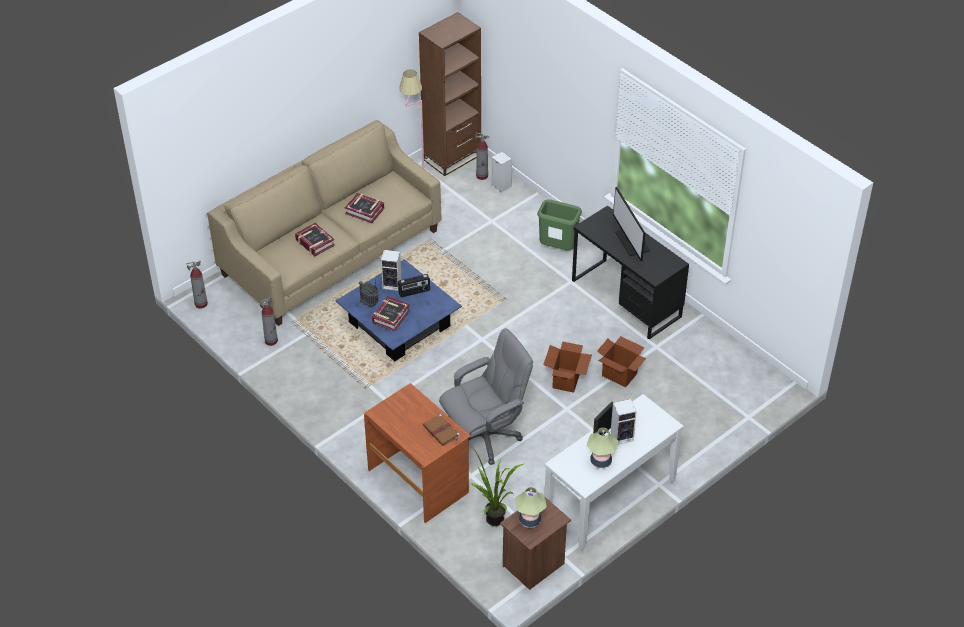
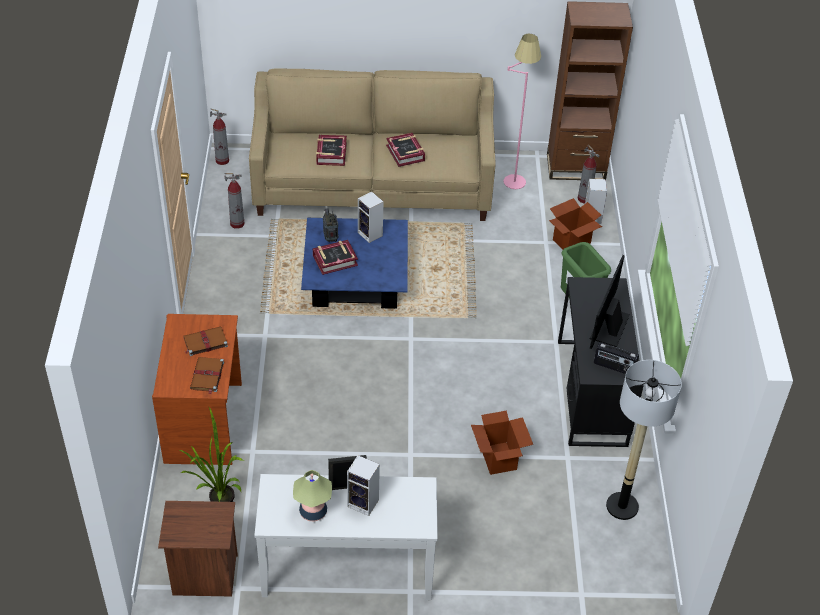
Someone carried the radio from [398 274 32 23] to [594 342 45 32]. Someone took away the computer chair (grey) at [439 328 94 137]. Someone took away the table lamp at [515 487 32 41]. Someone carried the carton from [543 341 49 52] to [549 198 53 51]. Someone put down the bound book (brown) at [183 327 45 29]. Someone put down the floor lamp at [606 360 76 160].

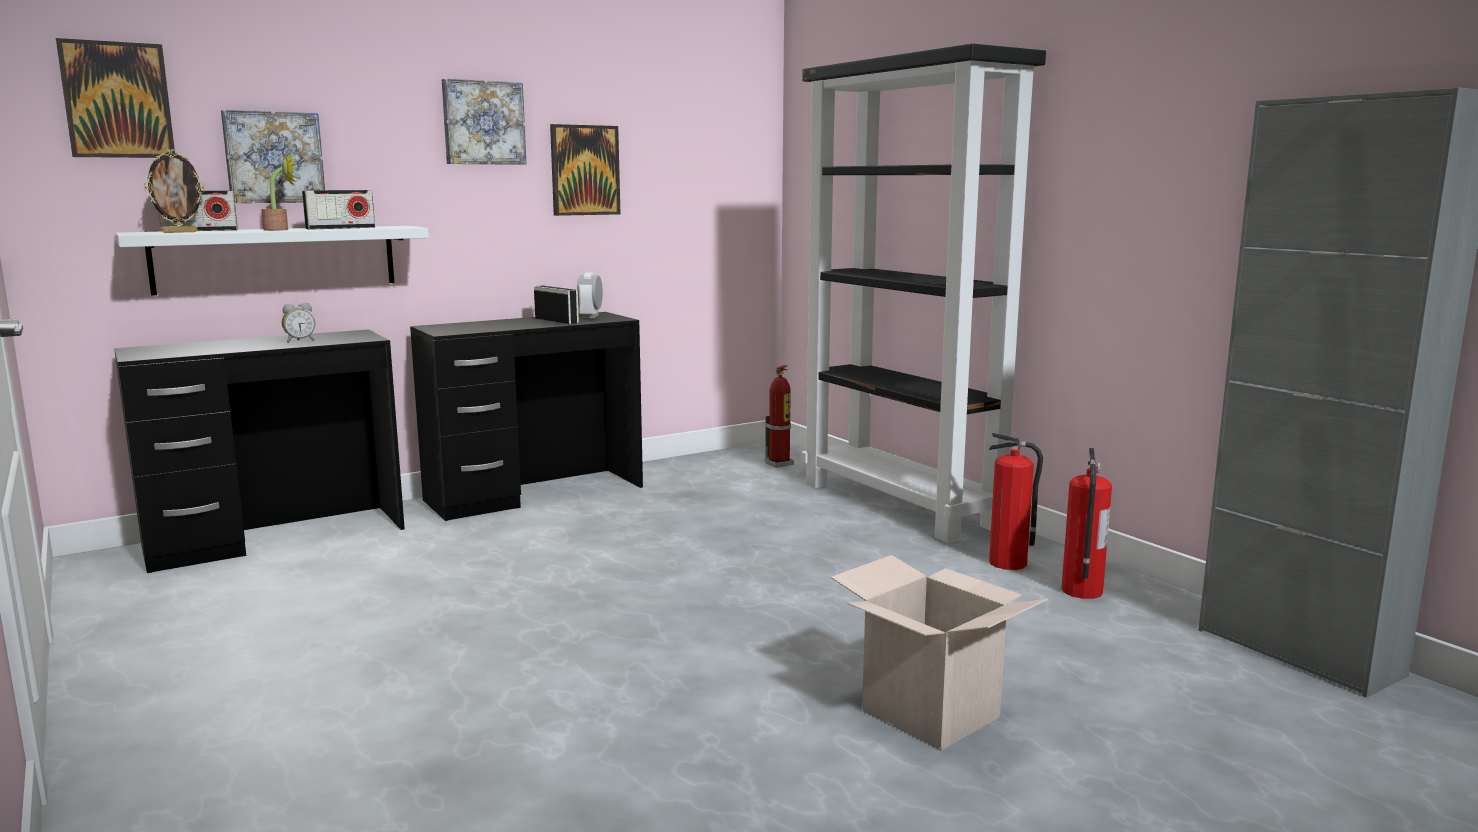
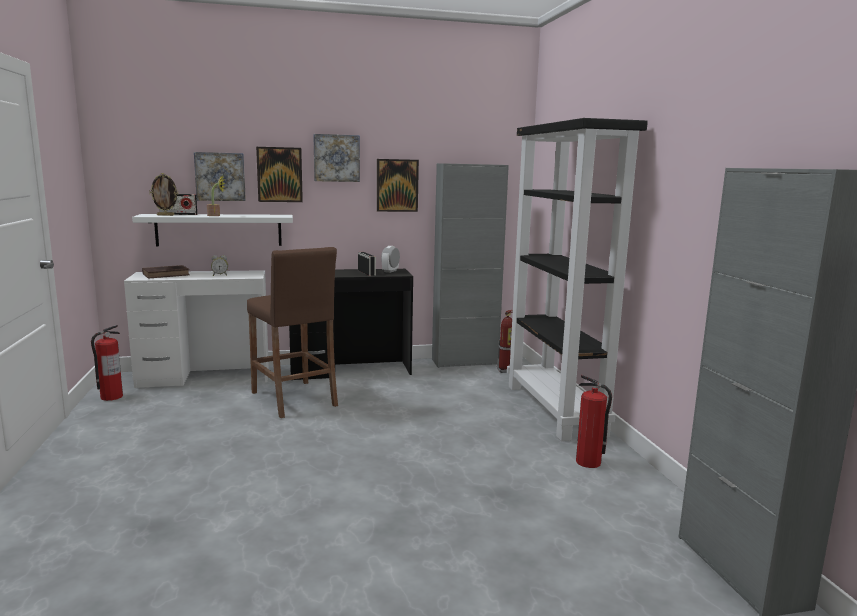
Someone carried the wall art from [56 38 119 120] to [256 147 47 55]. Someone repainted the desk unit (black) at [114 329 291 244], which became the desk unit (white) at [124 270 145 118]. Someone took away the radio at [302 190 73 40]. Someone took away the carton at [831 555 217 196]. Someone carried the extinguisher from [1062 448 50 151] to [91 325 32 76]. Someone put down the bound book (brown) at [142 265 48 14]. Someone put down the stool seat (brown) at [247 247 91 171]. Someone put down the cupboard (grey) at [432 163 77 205].

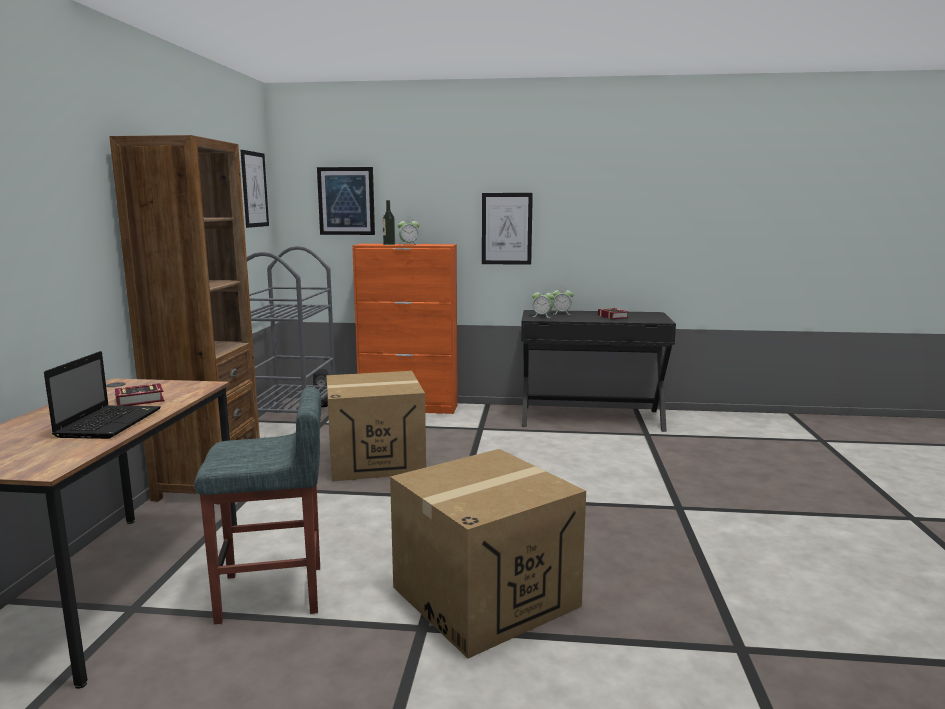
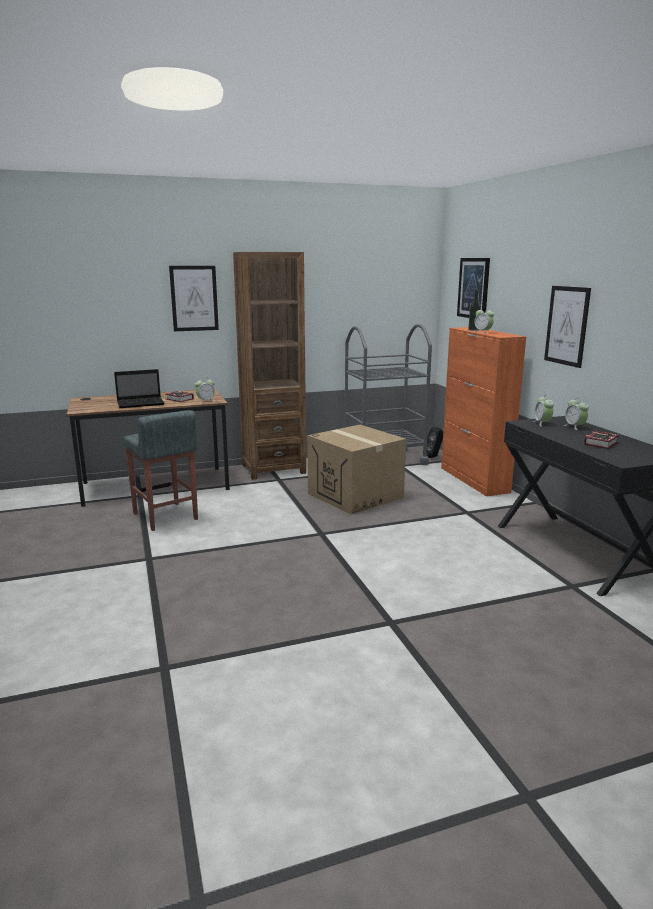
Someone carried the wall art from [241 150 28 78] to [169 266 50 65]. Someone took away the carton at [390 449 196 210]. Someone put down the table clock at [195 377 21 27].

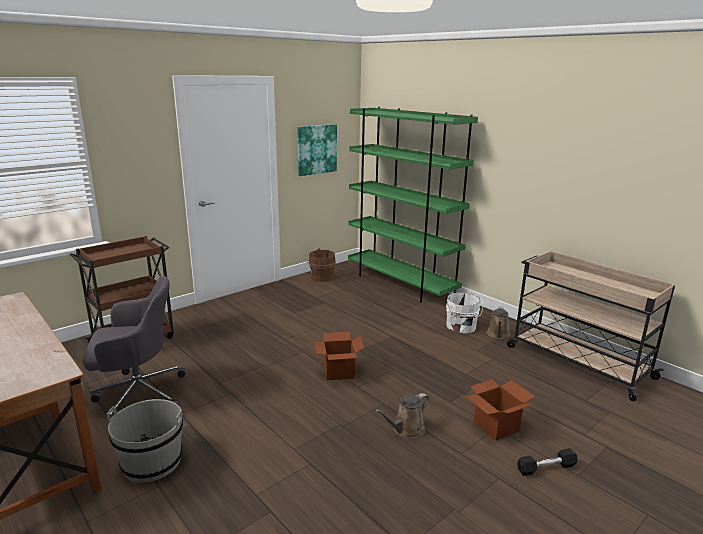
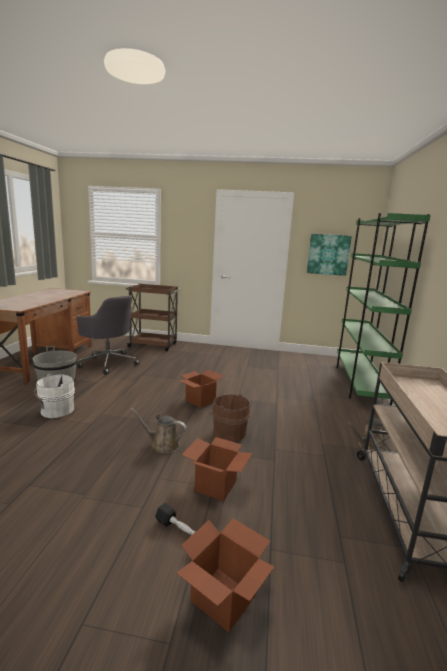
Someone carried the pail (brown) from [307 248 29 34] to [209 394 41 48]. Someone carried the pail (white) from [446 292 37 41] to [34 374 41 44]. Someone put down the carton at [177 518 97 114].

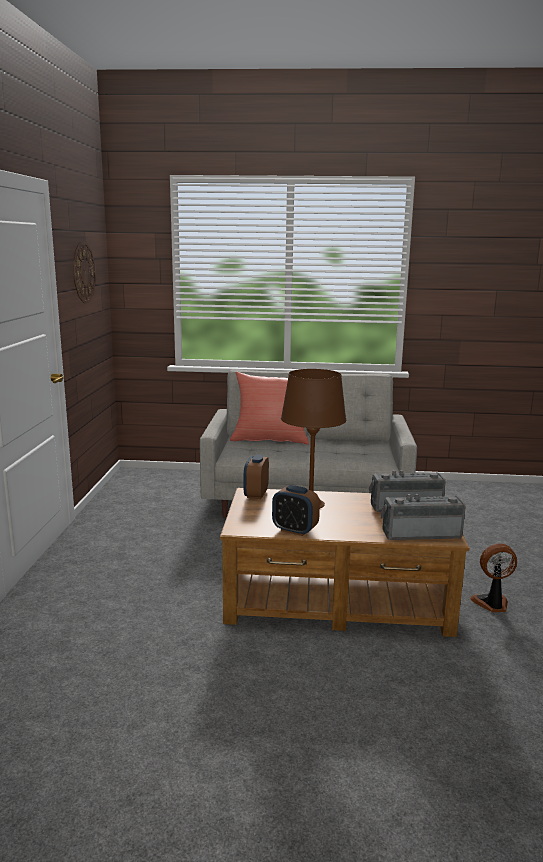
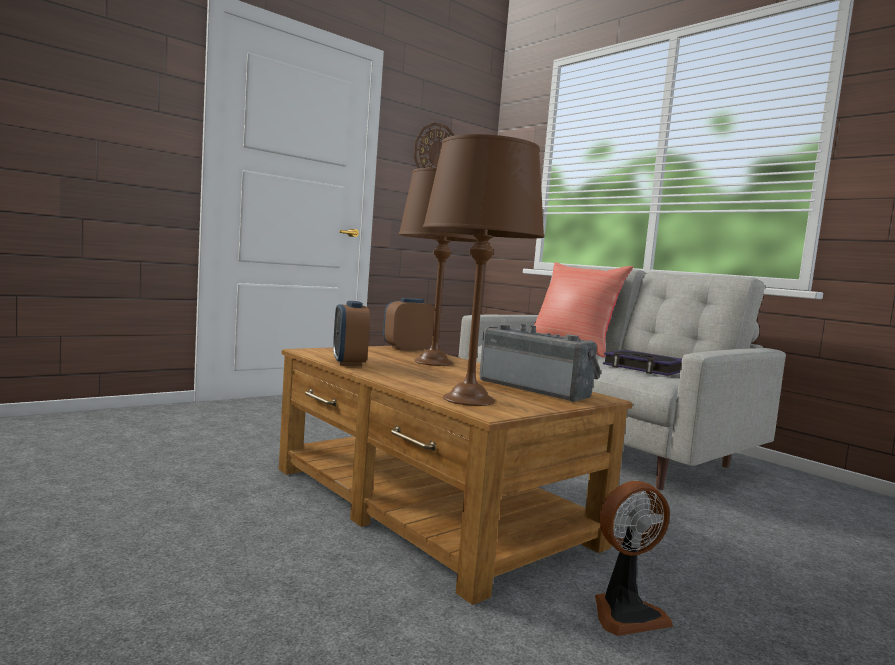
Someone swapped the radio at [380 494 86 46] for the table lamp (brown) at [423 134 121 272]. Someone rotated the cooling fan at [470 543 47 69] by 120 degrees clockwise. Someone put down the bound book at [603 350 79 26].

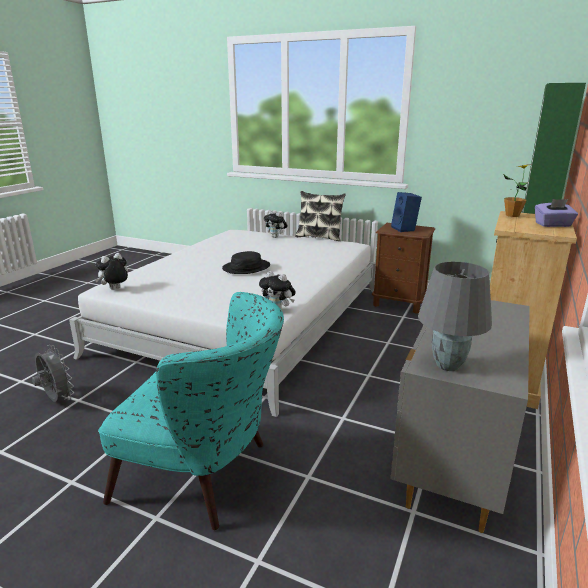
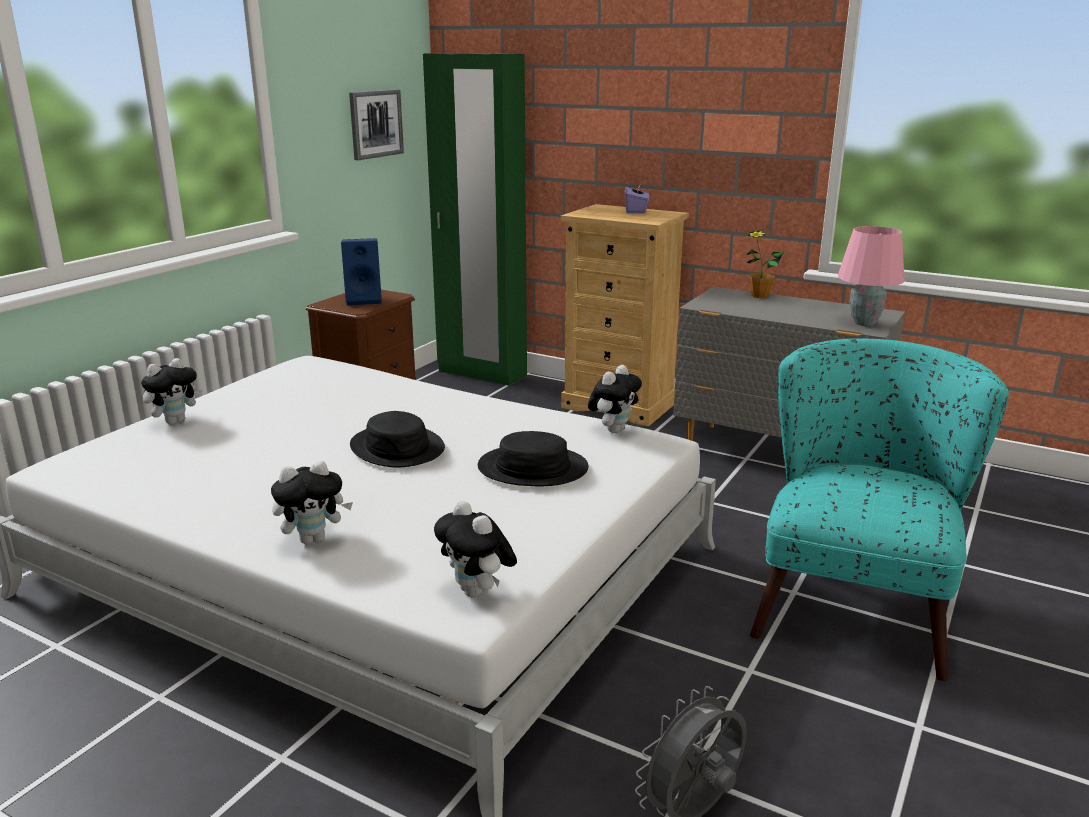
Someone took away the pillow at [295 191 51 50]. Someone repainted the table lamp (grey) at [418 262 74 109], which became the table lamp (pink) at [838 226 67 100]. Someone carried the houseplant from [504 164 28 53] to [747 230 37 68]. Someone put down the cuddly toy at [271 461 82 83]. Someone put up the wall art at [349 90 55 70]. Someone put down the hat (black) at [478 431 111 55].

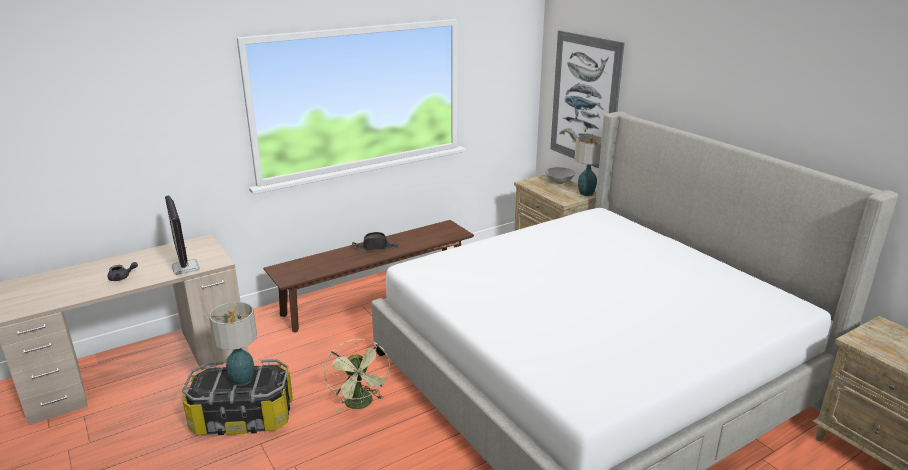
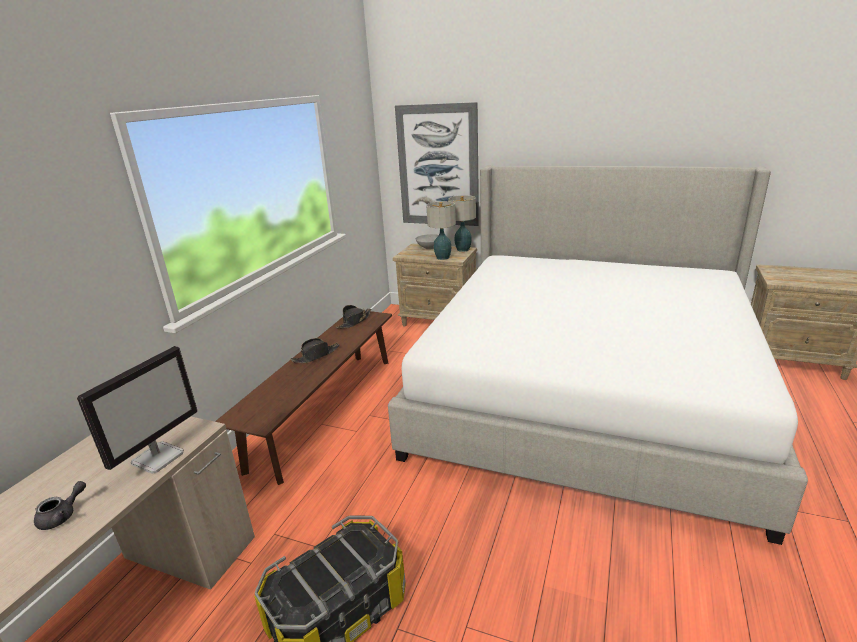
Someone rotated the monitor at [165 195 35 80] by 90 degrees counterclockwise. Someone carried the table lamp from [209 302 48 84] to [426 201 30 59]. Someone took away the cooling fan (greenish) at [324 339 66 74]. Someone put down the hat (black) at [336 305 36 24].

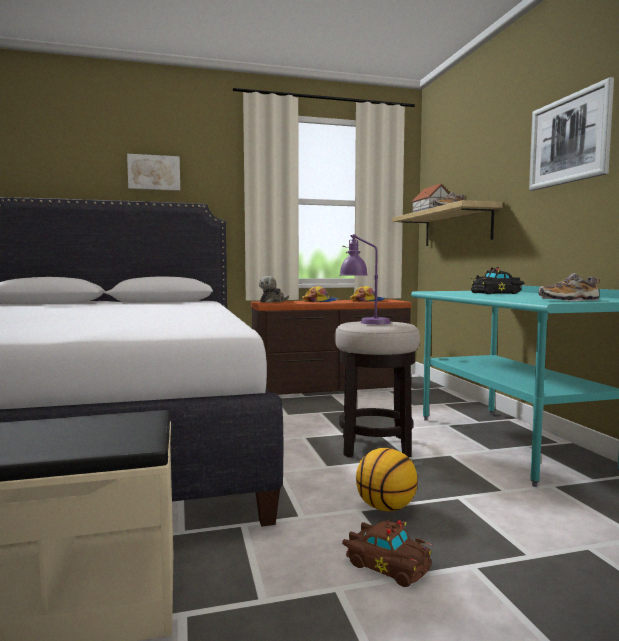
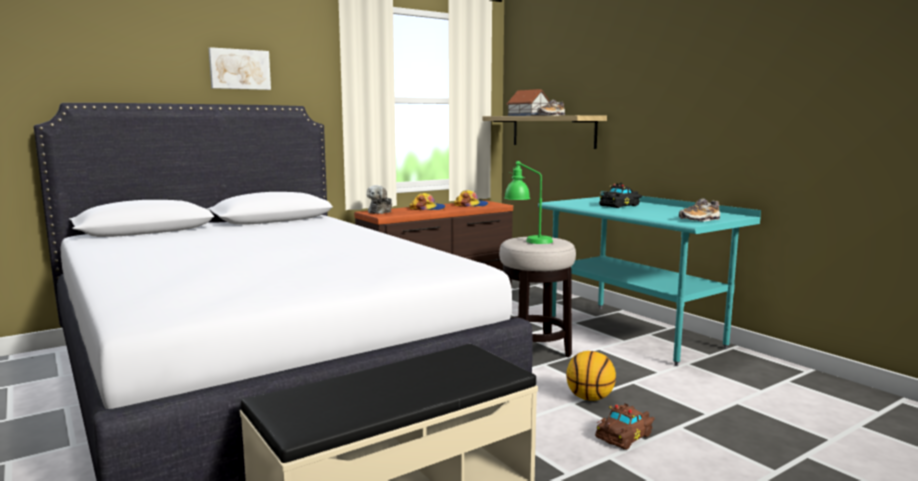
Someone repainted the table lamp (purple) at [340 234 51 91], which became the table lamp (greenish) at [504 161 49 83]. Someone rotated the toy car (brown) at [342 519 91 68] by 120 degrees clockwise. Someone took away the wall art at [529 77 85 114].

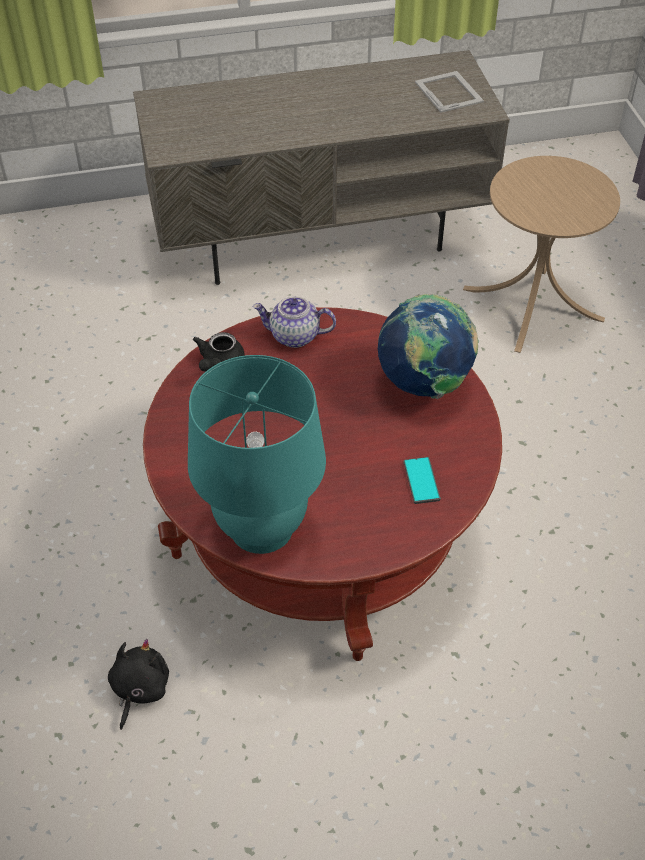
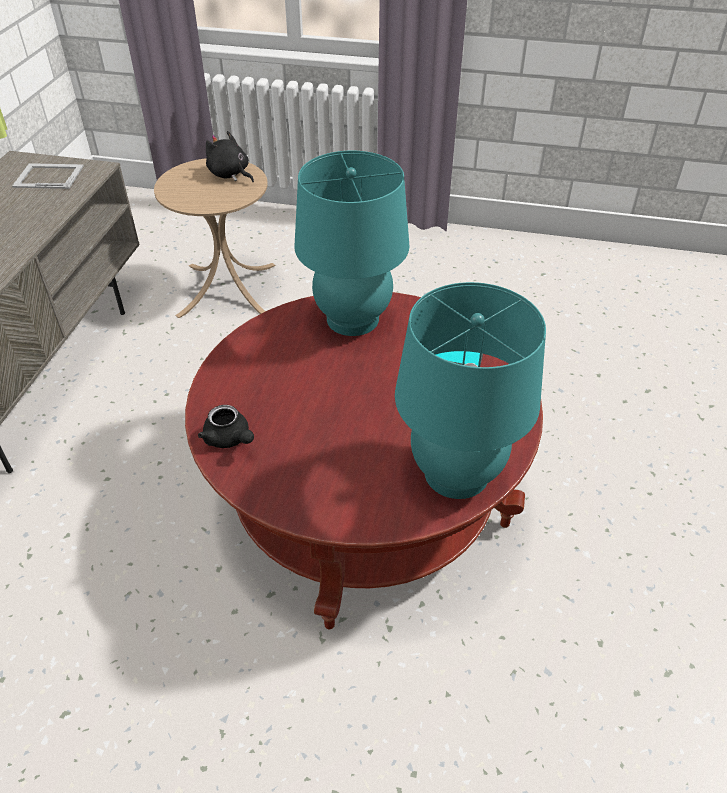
Someone carried the cuddly toy (black) from [108 639 61 91] to [206 131 48 51]. Someone took away the pot for tea at [253 296 83 52]. Someone swapped the desk globe at [378 294 101 105] for the table lamp (blue-green) at [294 151 115 185].

